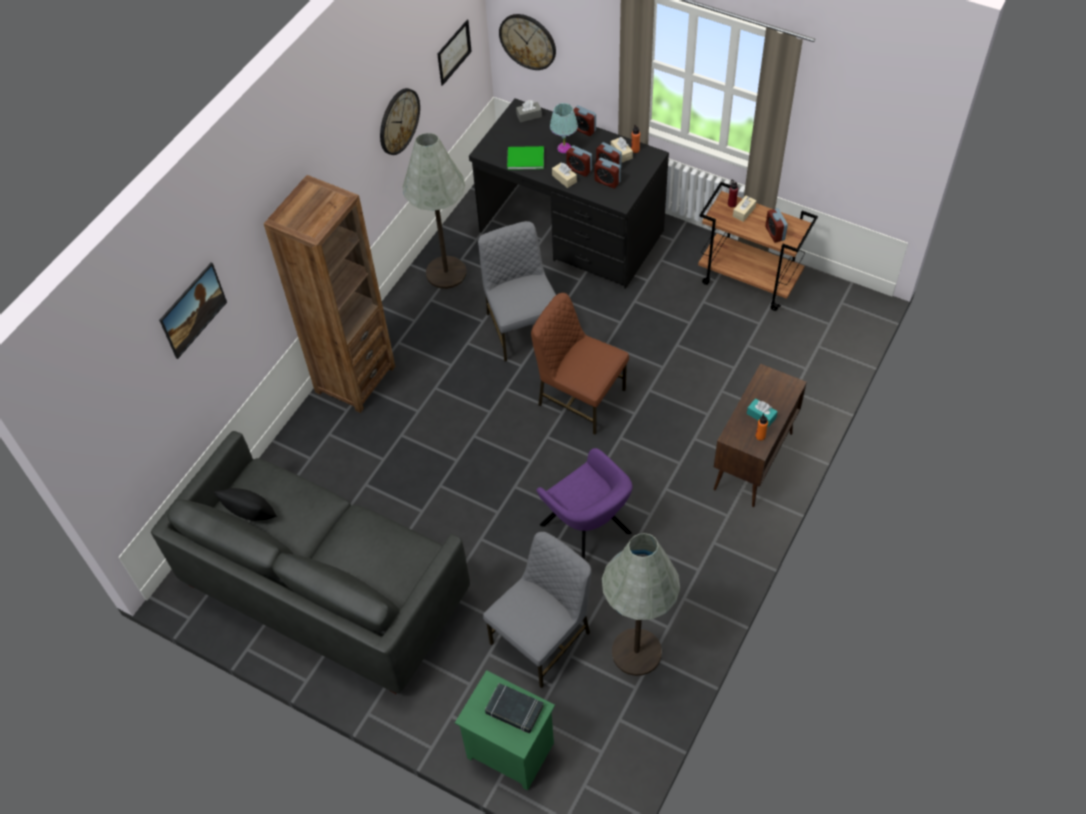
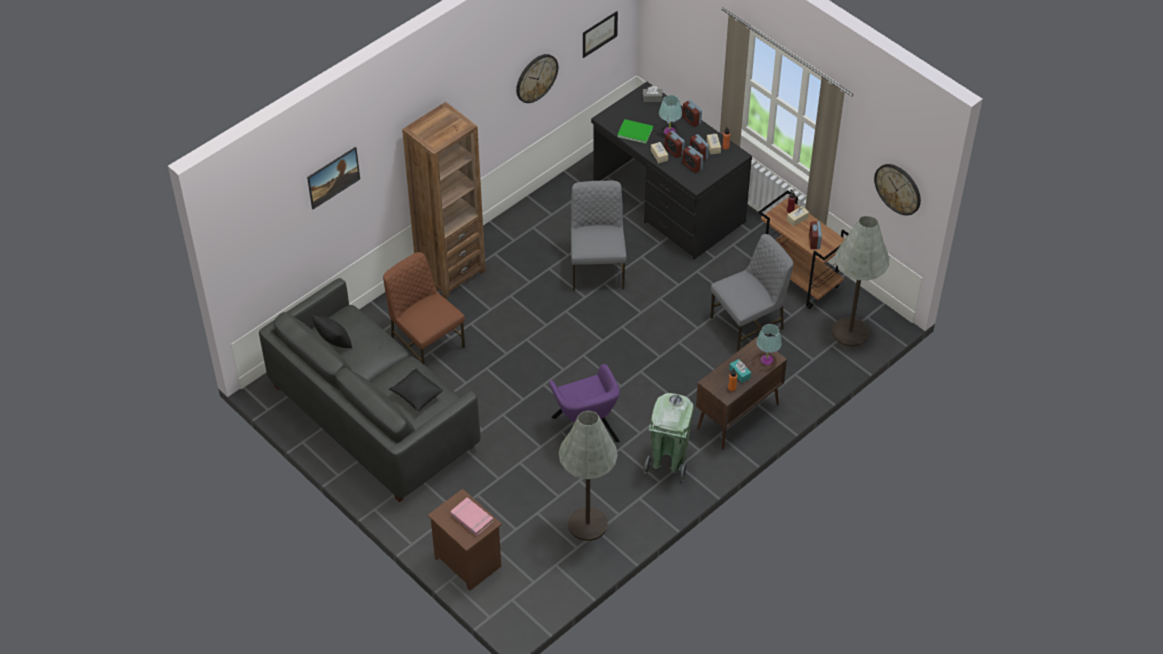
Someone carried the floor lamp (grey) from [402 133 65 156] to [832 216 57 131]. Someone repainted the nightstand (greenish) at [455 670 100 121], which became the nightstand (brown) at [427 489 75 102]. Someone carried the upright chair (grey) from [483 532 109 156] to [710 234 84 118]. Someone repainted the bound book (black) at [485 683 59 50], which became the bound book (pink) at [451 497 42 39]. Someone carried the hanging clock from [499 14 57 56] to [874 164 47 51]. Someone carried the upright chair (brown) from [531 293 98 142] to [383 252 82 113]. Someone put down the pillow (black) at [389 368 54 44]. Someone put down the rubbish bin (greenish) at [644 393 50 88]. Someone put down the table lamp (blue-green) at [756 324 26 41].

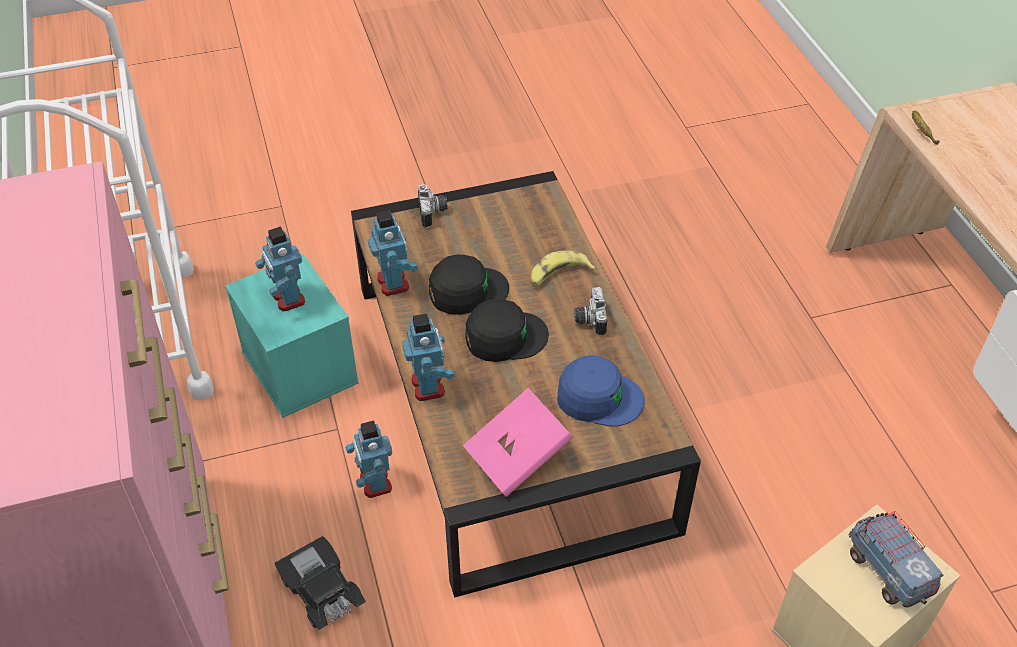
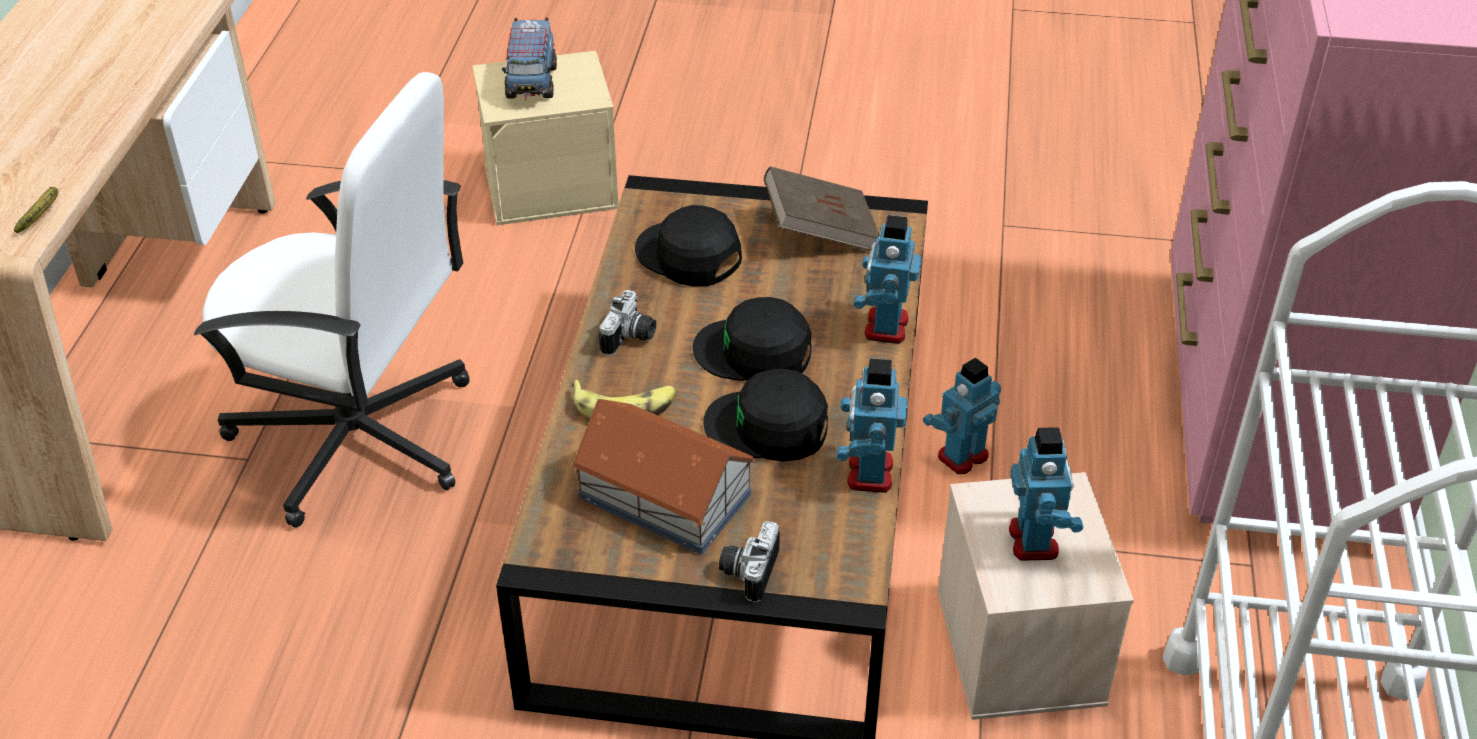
Someone repainted the storage container (blue-green) at [225 254 134 164], which became the storage container (sand-coloured) at [937 472 197 248]. Someone took away the toy car (black) at [275 536 91 94]. Someone rotated the robot figure at [346 420 46 78] by 135 degrees counterclockwise. Someone repainted the bound book (pink) at [463 388 110 109], which became the bound book (brown) at [764 166 116 85]. Someone repainted the baseball cap (blue) at [557 355 88 72], which became the baseball cap (black) at [635 205 107 81]. Someone put down the computer chair (white) at [194 72 276 455]. Someone put down the model house at [571 399 187 155].

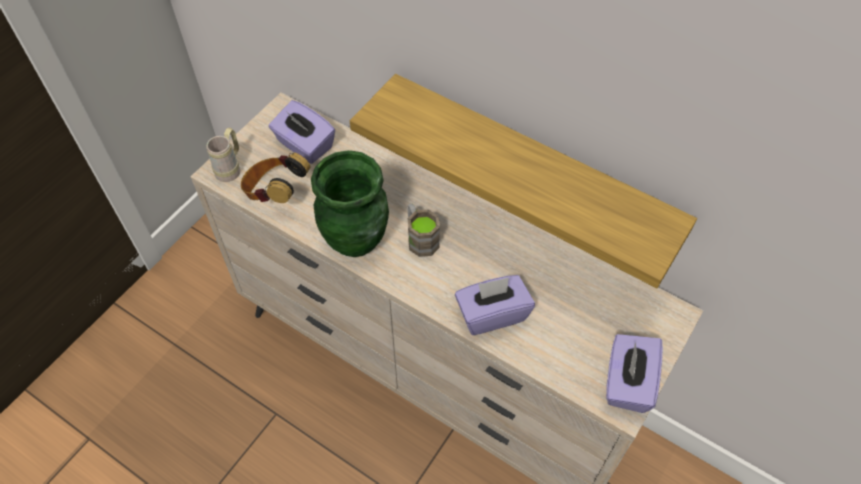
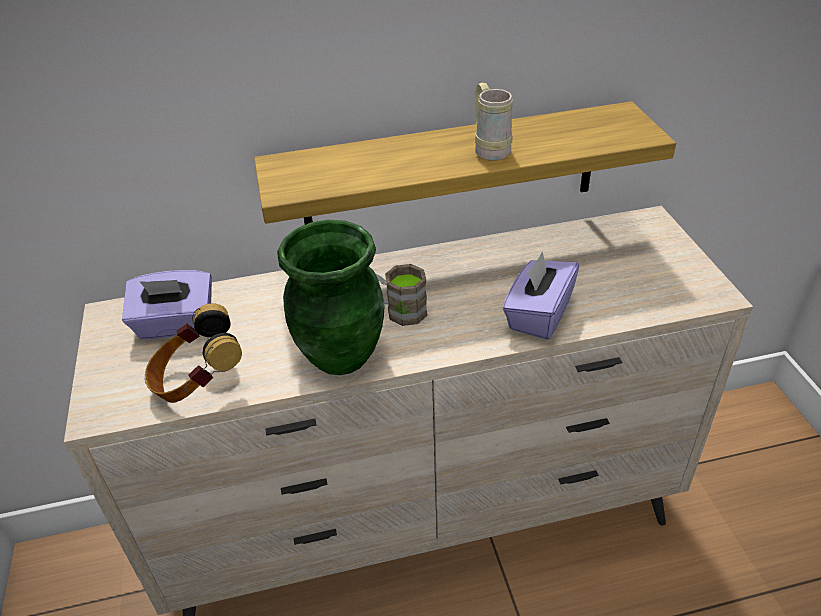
Someone carried the mug (sand-coloured) from [207 128 33 54] to [475 83 37 78]. Someone took away the tissue box (purple) at [606 334 57 79].

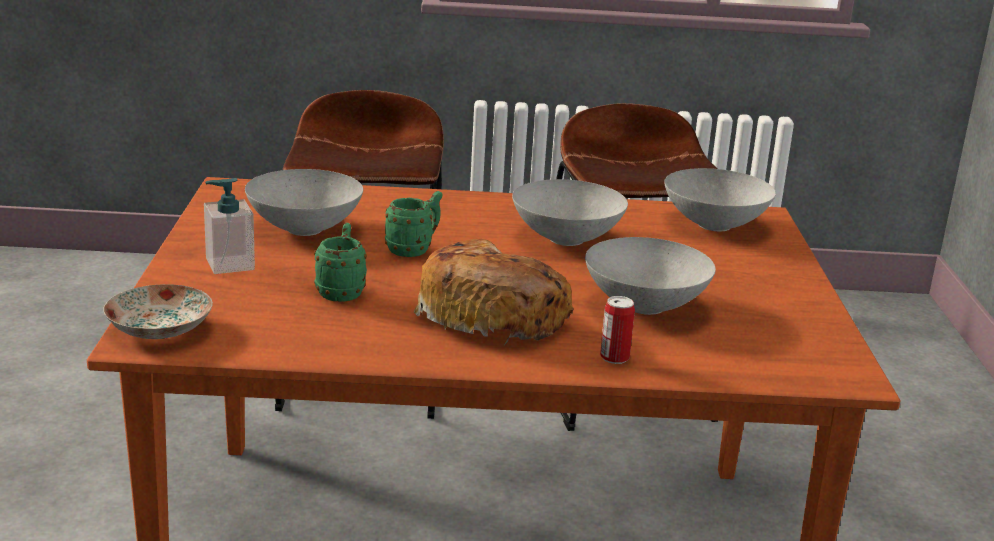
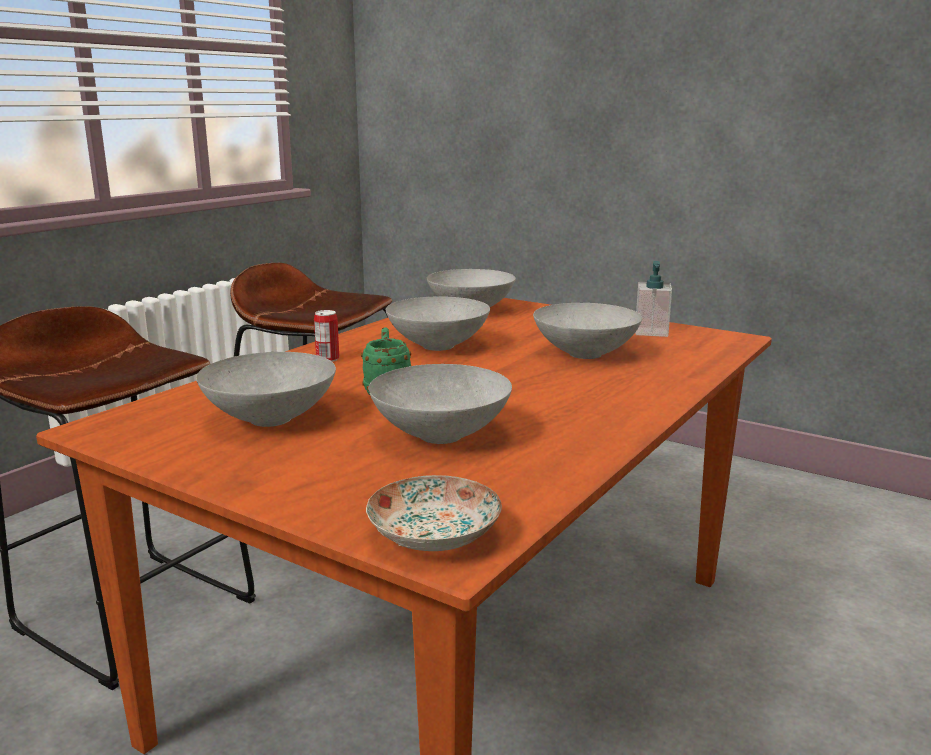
Someone carried the soap bottle from [204 178 51 96] to [635 261 37 76]. Someone swapped the mug (greenish) at [314 223 53 79] for the serving bowl (grey) at [368 364 144 80]. Someone took away the bakery bread at [414 239 160 106]. Someone carried the can from [600 296 35 68] to [314 310 25 52].

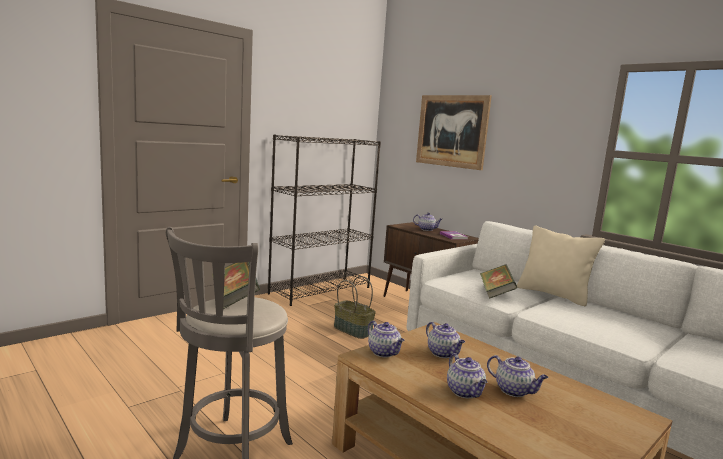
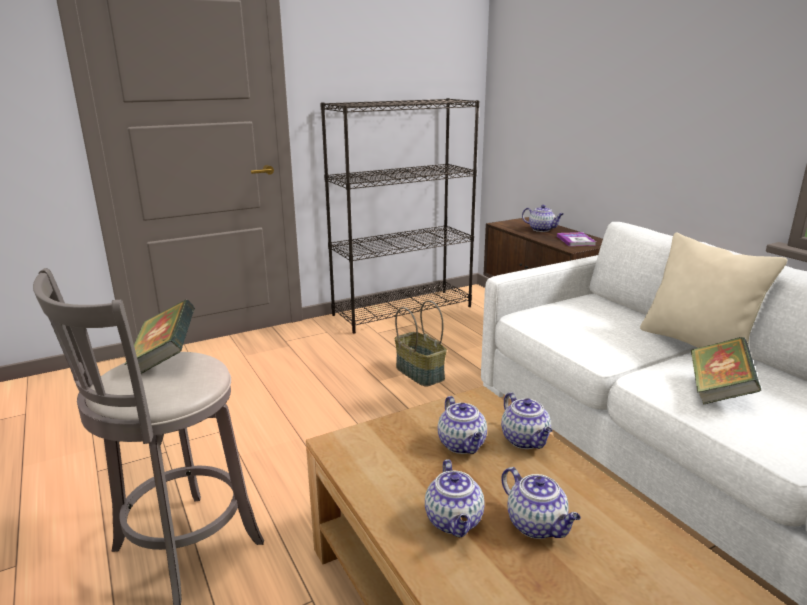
Someone carried the pot for tea from [368 321 37 36] to [501 392 51 57]. Someone took away the wall art at [416 95 76 75]. Someone carried the bound book from [480 265 37 34] to [690 337 71 67].

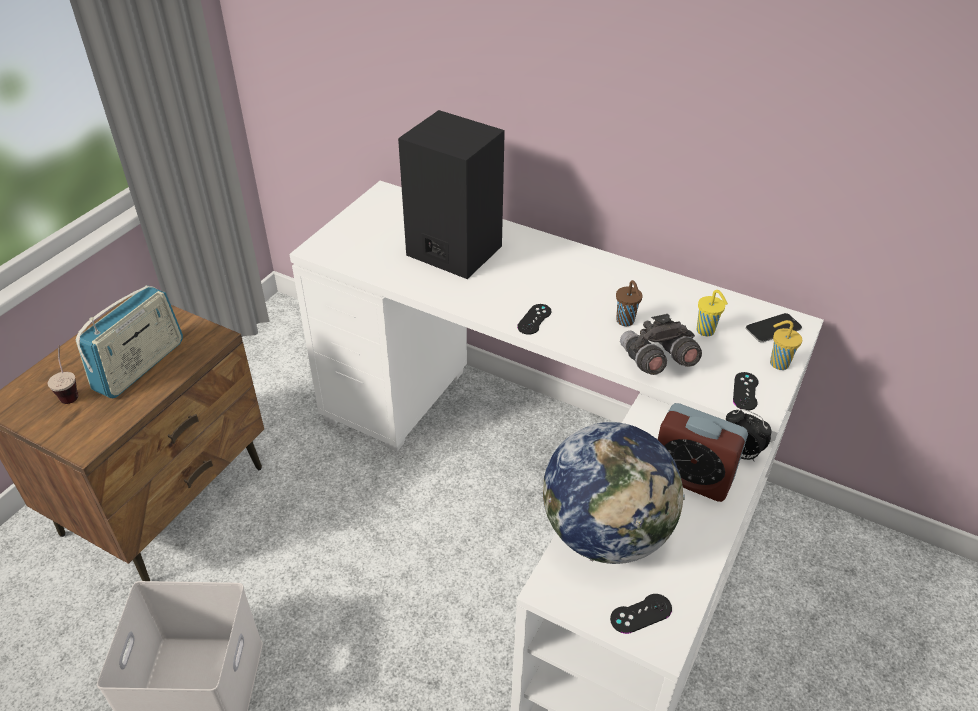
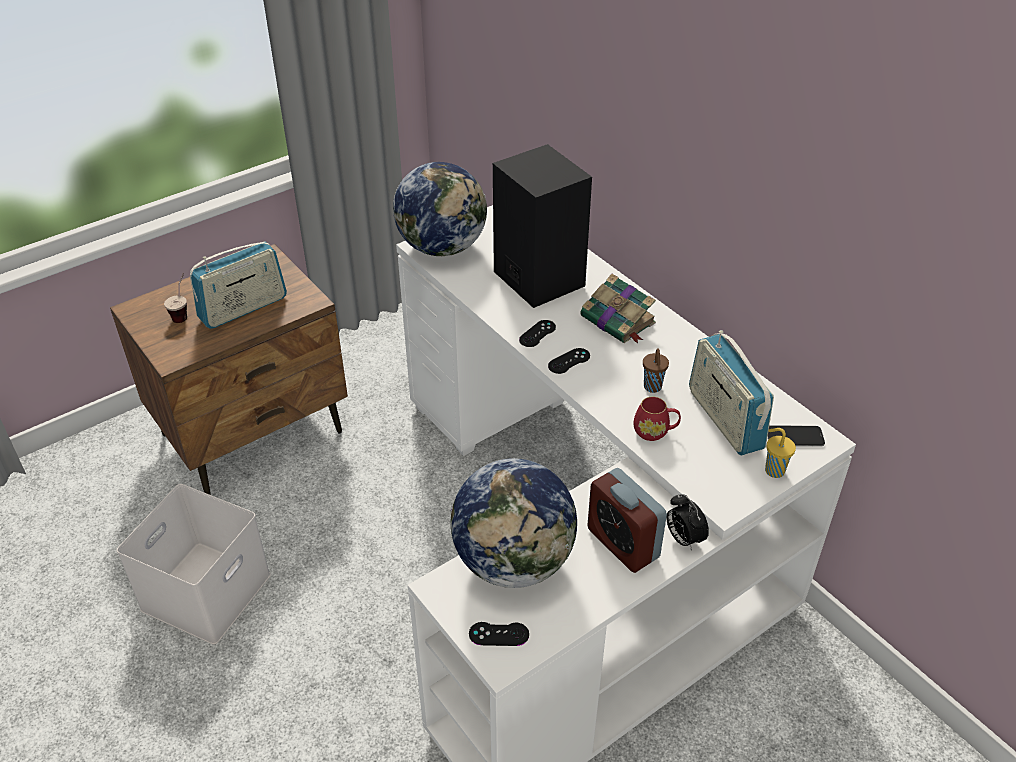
Someone swapped the pair of binoculars (grey) at [620 314 82 61] for the mug (reddish) at [634 397 47 44]. Someone swapped the drinking cup (yellowish) at [697 290 31 46] for the radio at [689 330 85 126]. Someone carried the joypad (black) from [733 372 25 39] to [519 320 37 27]. Someone put down the desk globe at [393 162 94 94]. Someone put down the bound book at [580 274 76 69].

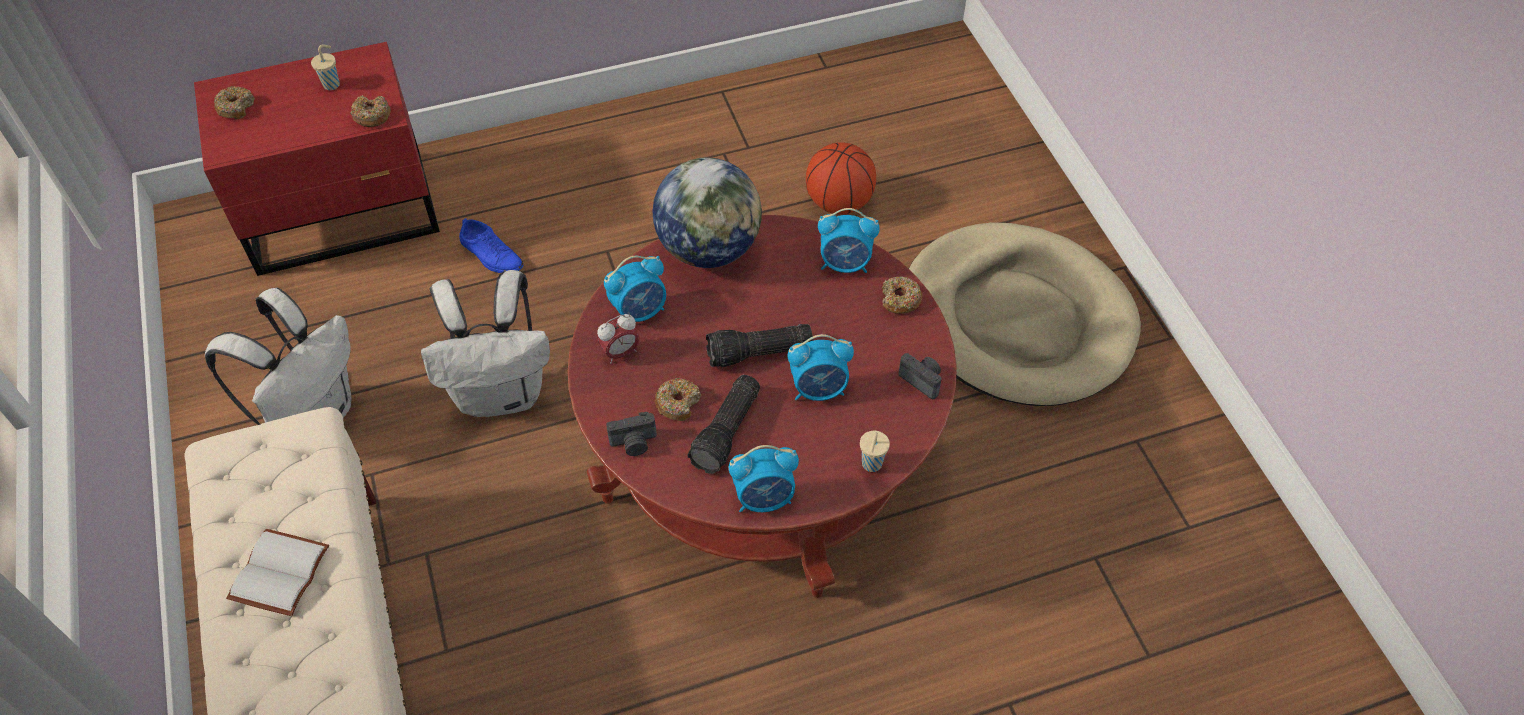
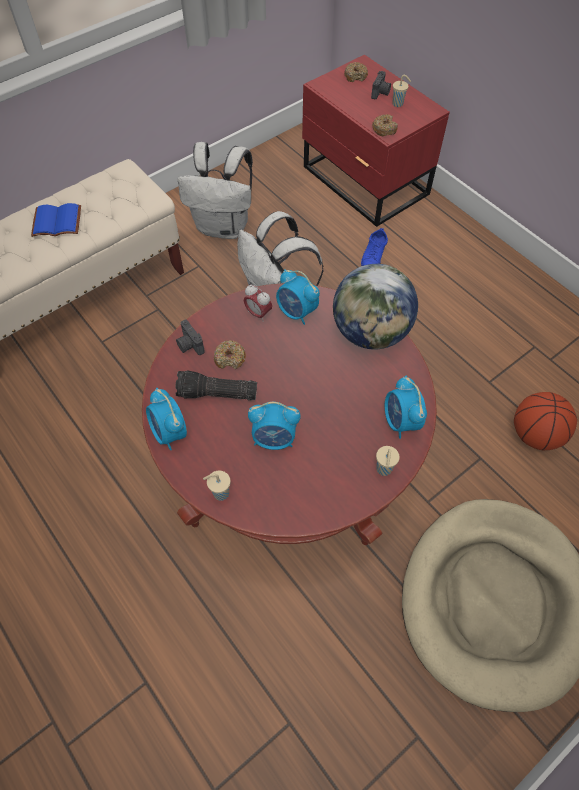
Someone repainted the bound book (white) at [226 529 103 87], which became the bound book (blue) at [31 203 50 34]. Someone took away the torch at [706 324 107 43]. Someone rotated the table clock at [788 334 66 67] by 60 degrees counterclockwise. Someone swapped the doughnut at [882 276 41 38] for the drinking cup (sand-coloured) at [376 446 24 30]. Someone carried the still camera from [899 353 43 46] to [371 71 20 28].

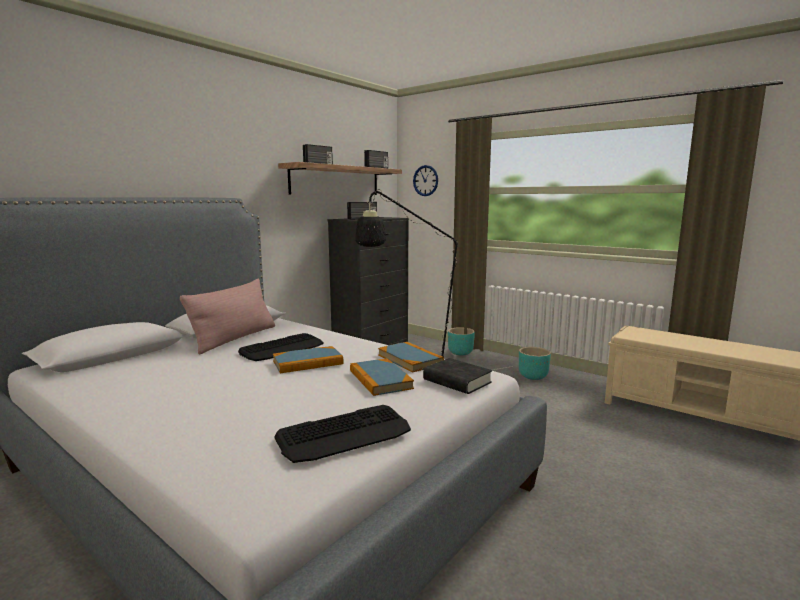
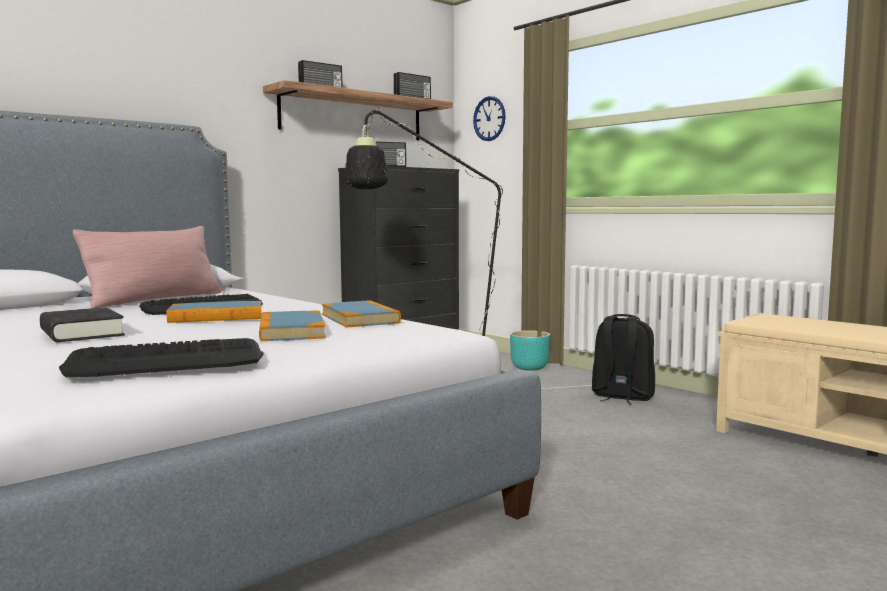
Someone carried the bound book (black) from [423 358 69 36] to [40 307 85 35]. Someone swapped the planter (blue-green) at [519 347 32 33] for the knapsack (black) at [592 314 63 91].

